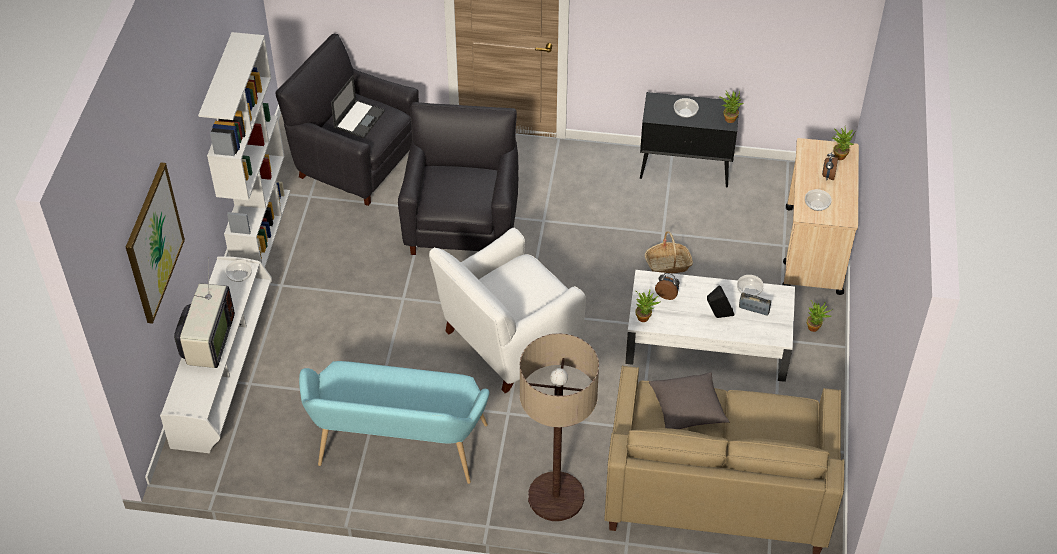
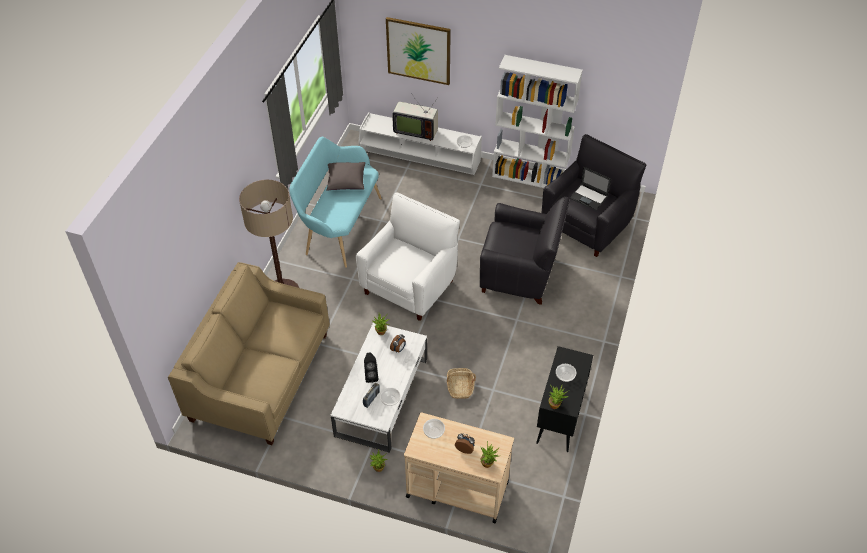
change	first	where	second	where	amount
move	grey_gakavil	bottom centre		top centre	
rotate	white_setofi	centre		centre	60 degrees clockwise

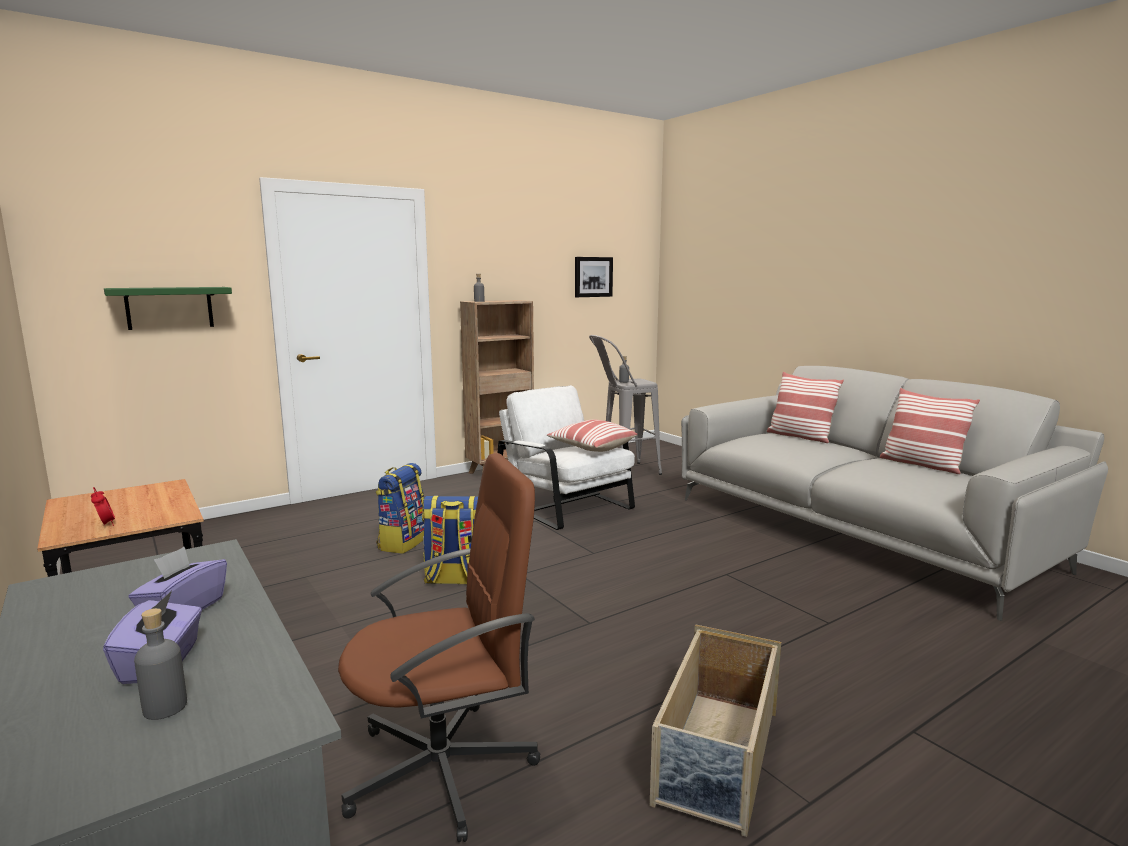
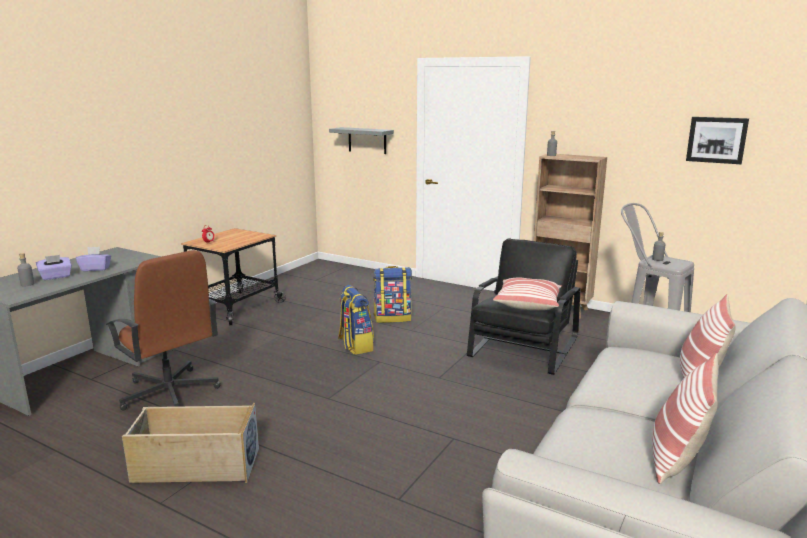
change	first	where	second	where	amount
recolor	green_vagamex	middle left	grey_vagamex	top centre	
recolor	white_setofi	centre	black_setofi	centre	

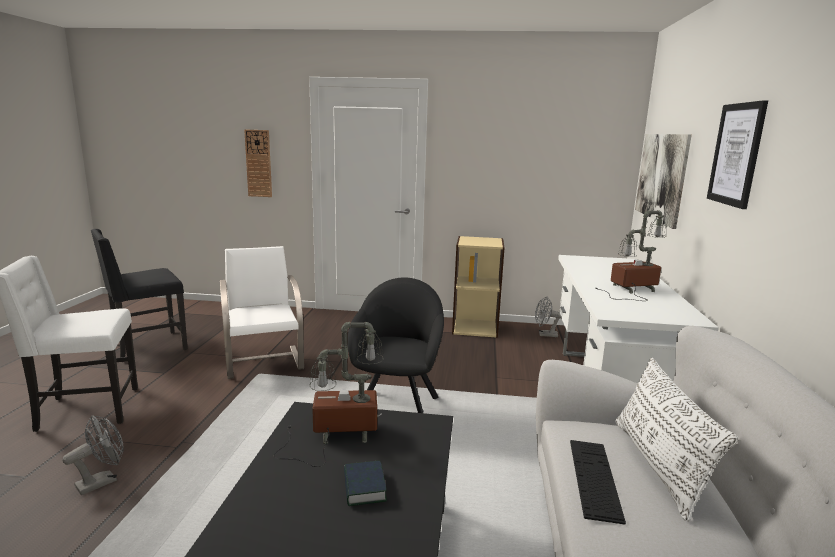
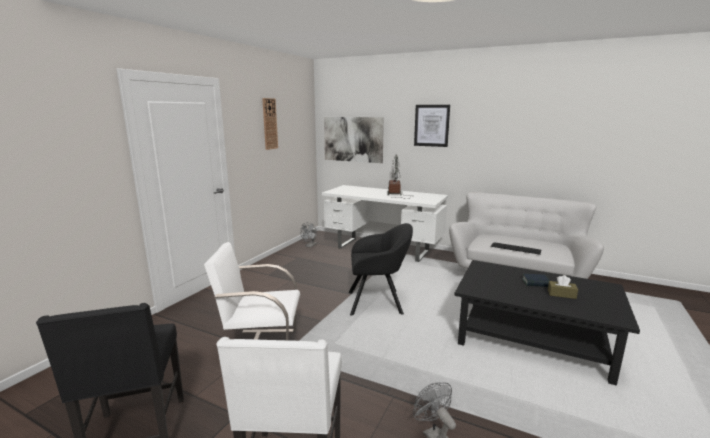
change	first	where	second	where	amount
move	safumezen	top left		top centre	
rotate	black_setofi	centre		centre	150 degrees clockwise
insert			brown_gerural	middle right	
delete	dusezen (1st from left)	bottom centre			
delete	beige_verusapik	centre			
delete	white_gakavil	bottom right			

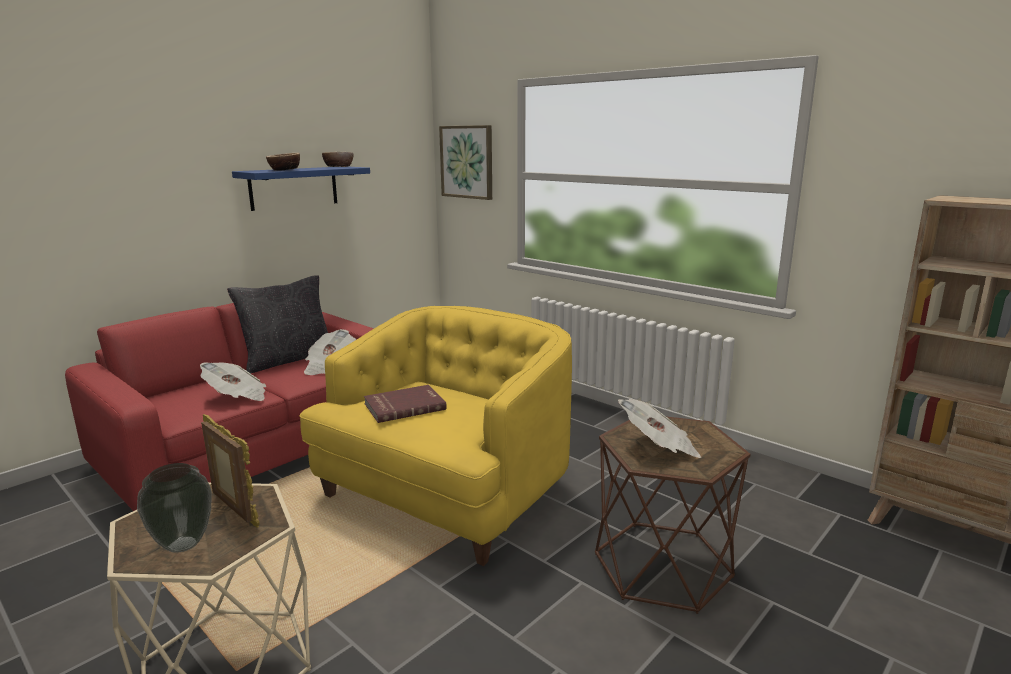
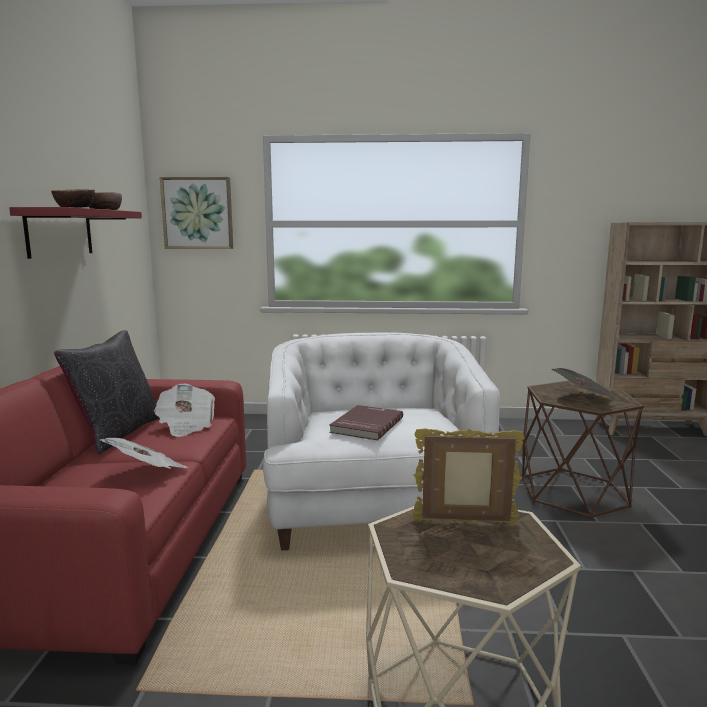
change	first	where	second	where	amount
recolor	blue_vagamex	top left	red_vagamex	top left	
recolor	yellow_setofi	centre	white_setofi	centre	
delete	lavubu	bottom left			

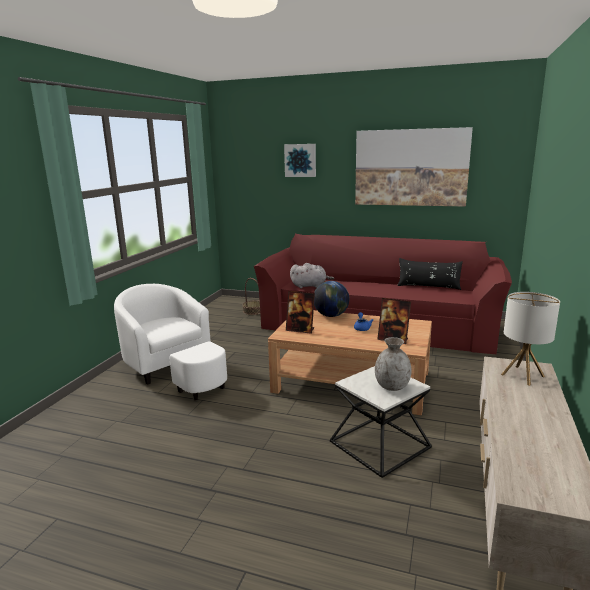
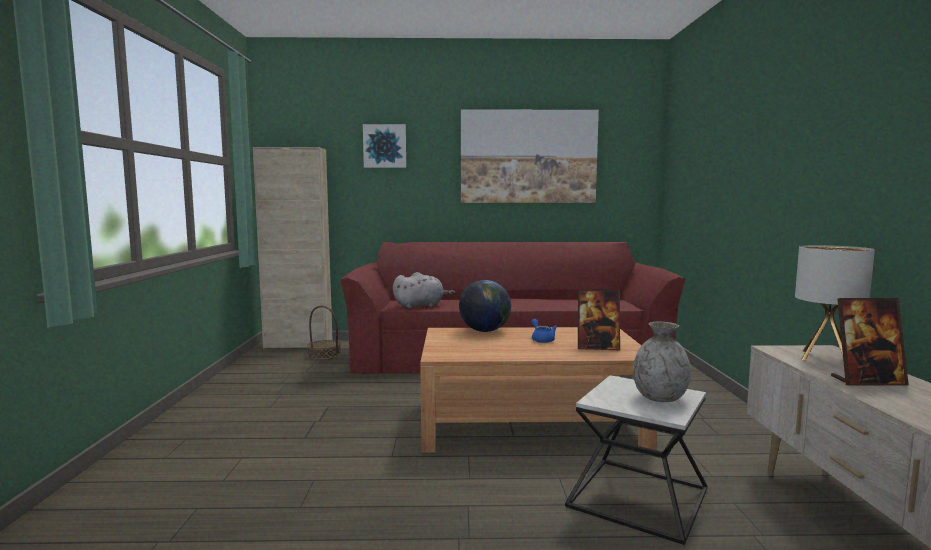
change	first	where	second	where	amount
insert			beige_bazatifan	middle left	
move	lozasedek (1st from left in the first image)	centre	lozasedek (2nd from left)	middle right	
delete	white_setofi	middle left			
delete	black_gakavil	middle right			

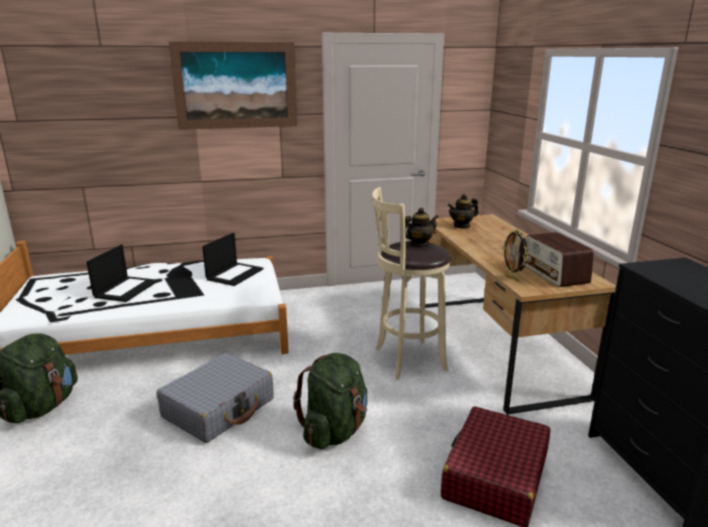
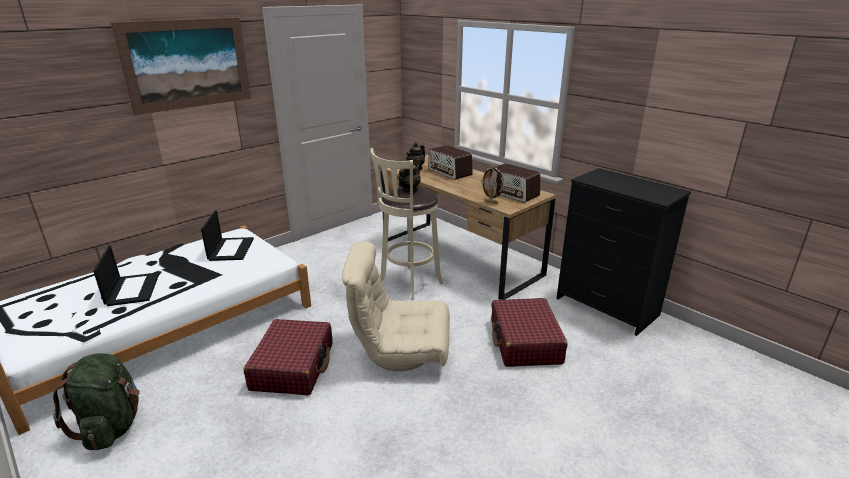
change	first	where	second	where	amount
recolor	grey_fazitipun	bottom left	red_fazitipun (1st from left)	bottom centre	
replace	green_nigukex (2nd from left)	bottom centre	beige_setofi	centre	
insert			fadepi (1st from left)	centre	

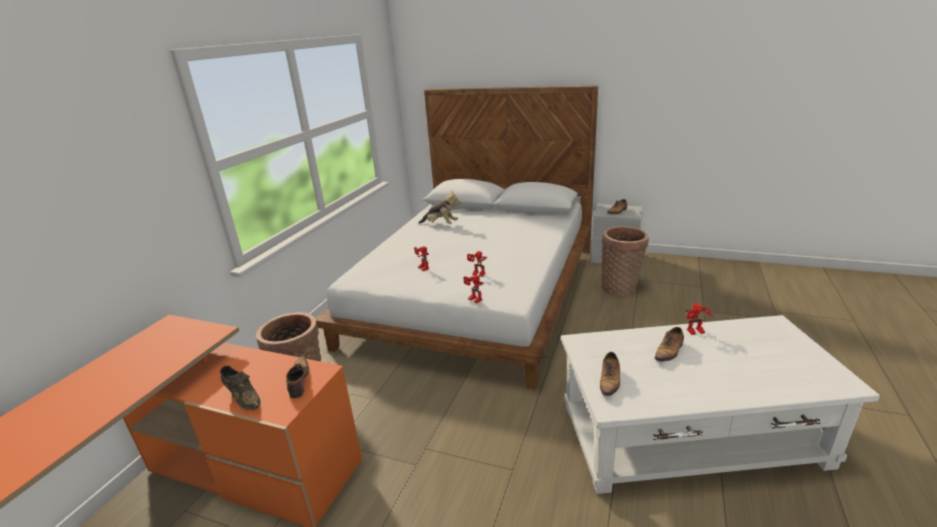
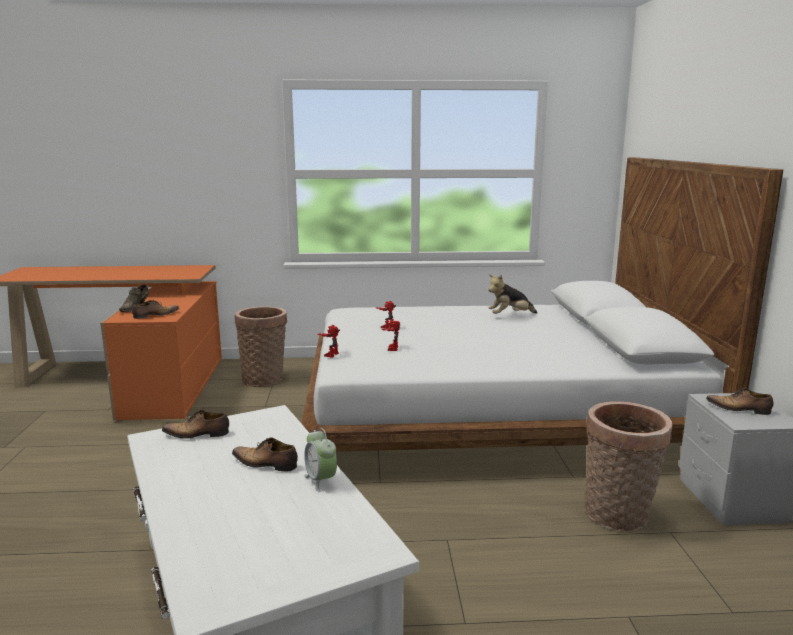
change	first	where	second	where	amount
replace	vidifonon (4th from left)	middle right	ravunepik	bottom centre	
rotate	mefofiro	centre		centre	75 degrees clockwise

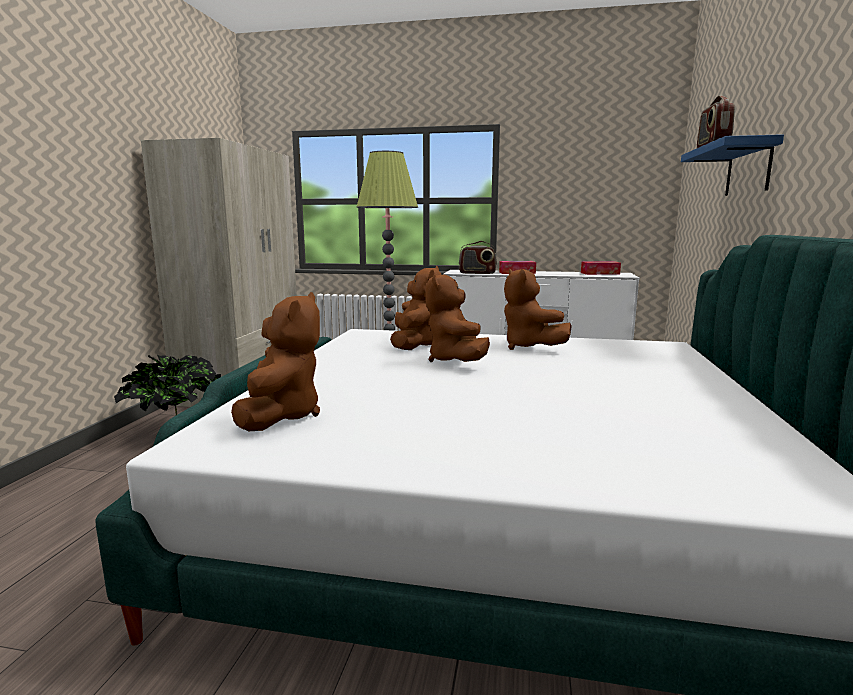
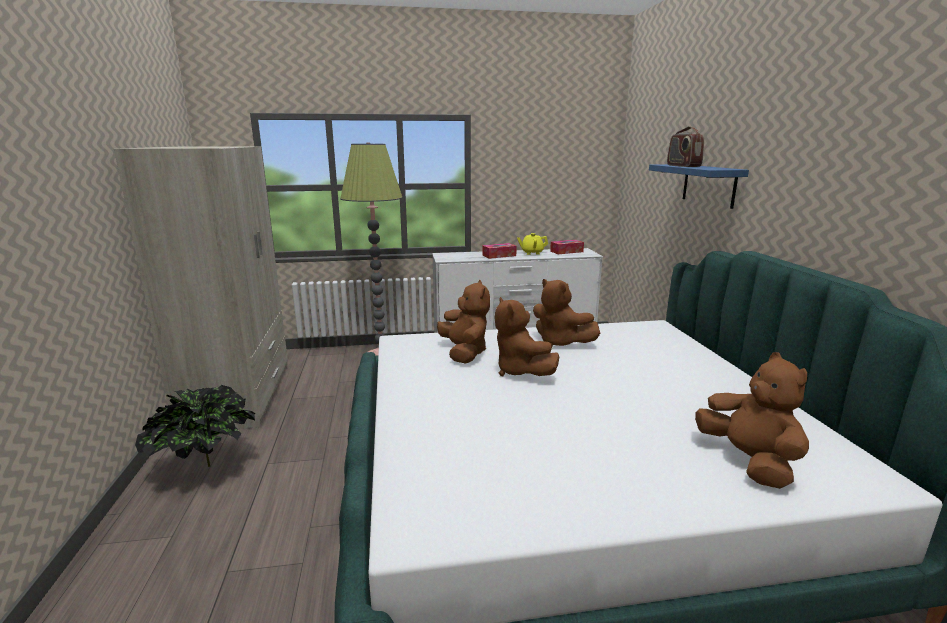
change	first	where	second	where	amount
insert			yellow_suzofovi	centre	
move	brown_mefofiro (1st from left in the first image)	middle left	brown_mefofiro (4th from left)	bottom right	
delete	fadepi (1st from left)	centre			

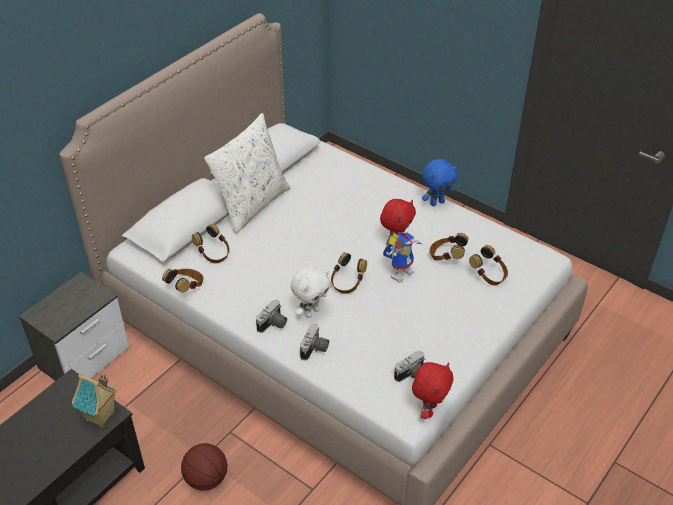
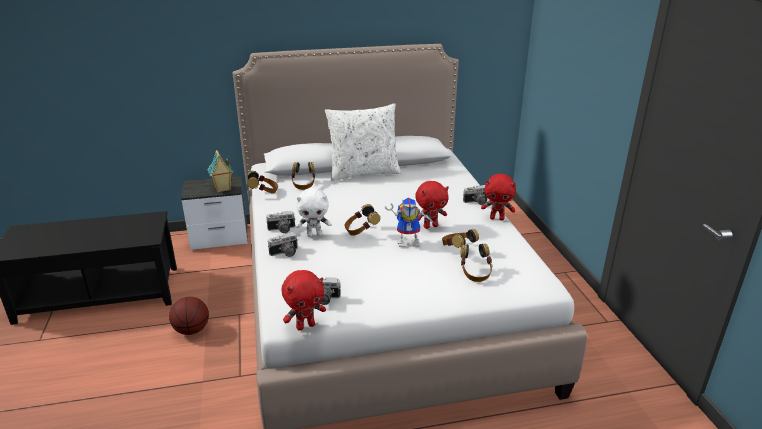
change	first	where	second	where	amount
move	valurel	bottom left		middle left	
insert			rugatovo (4th from left)	centre	
recolor	blue_mefofiro	centre	red_mefofiro (3rd from left)	centre	

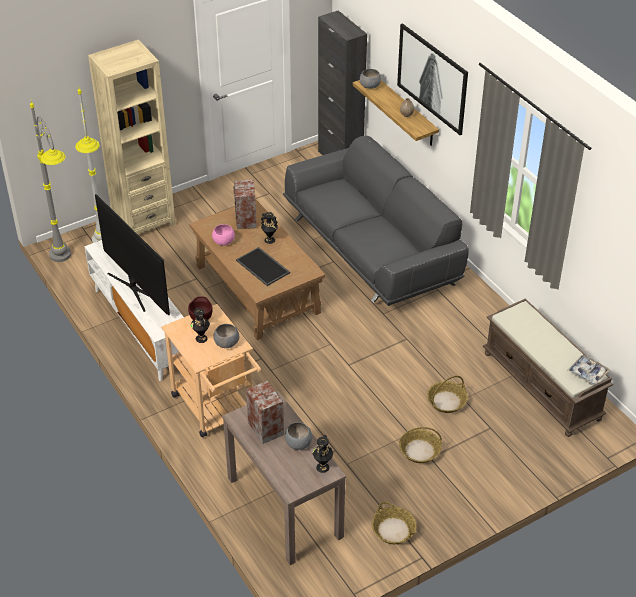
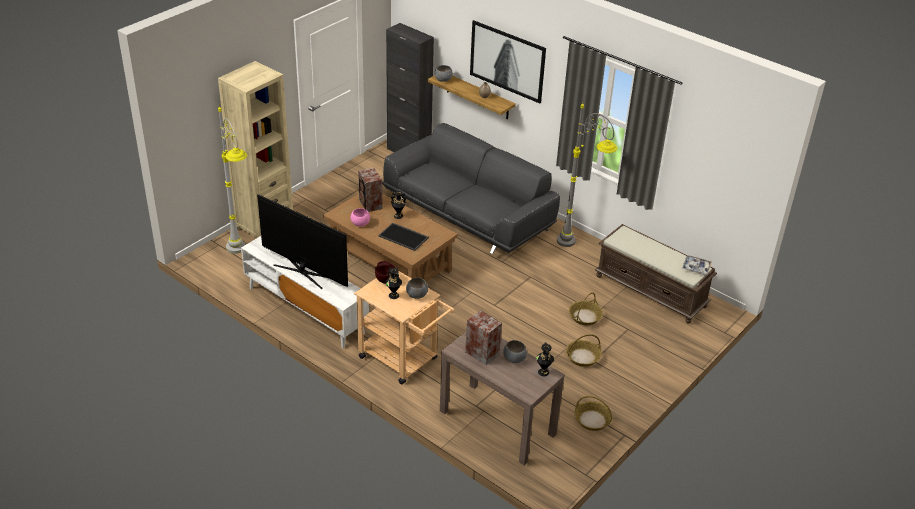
change	first	where	second	where	amount
move	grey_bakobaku (1st from left in the first image)	top left	grey_bakobaku (2nd from left)	centre	

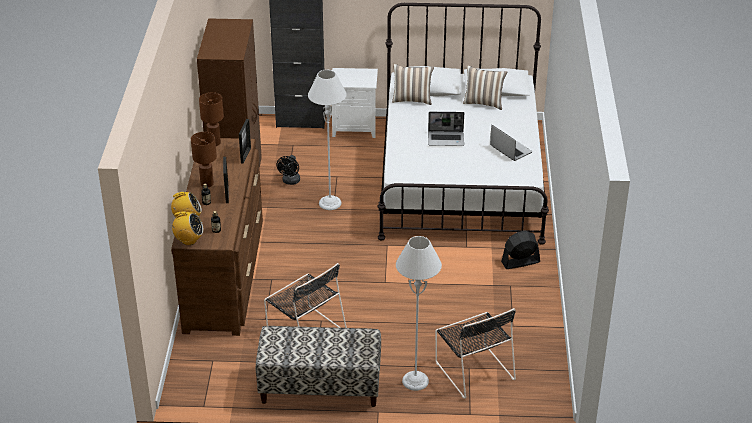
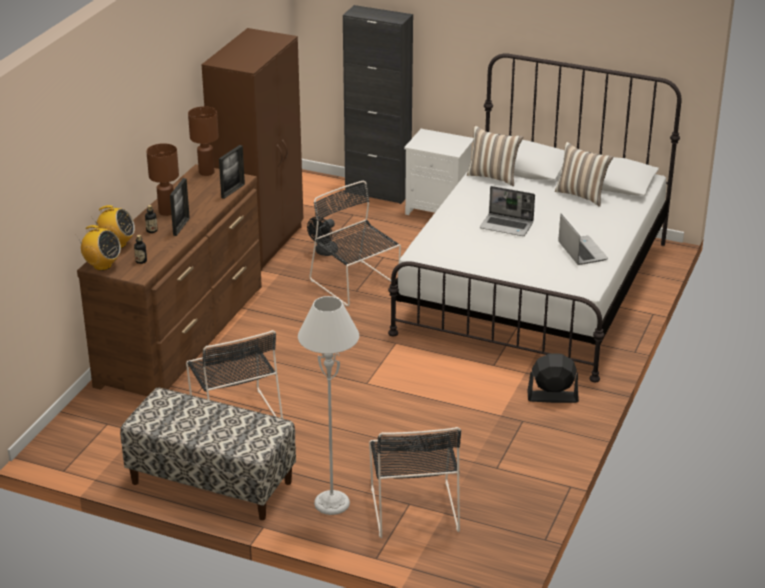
change	first	where	second	where	amount
replace	grey_bakobaku (1st from left)	top centre	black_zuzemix (2nd from left)	centre	

